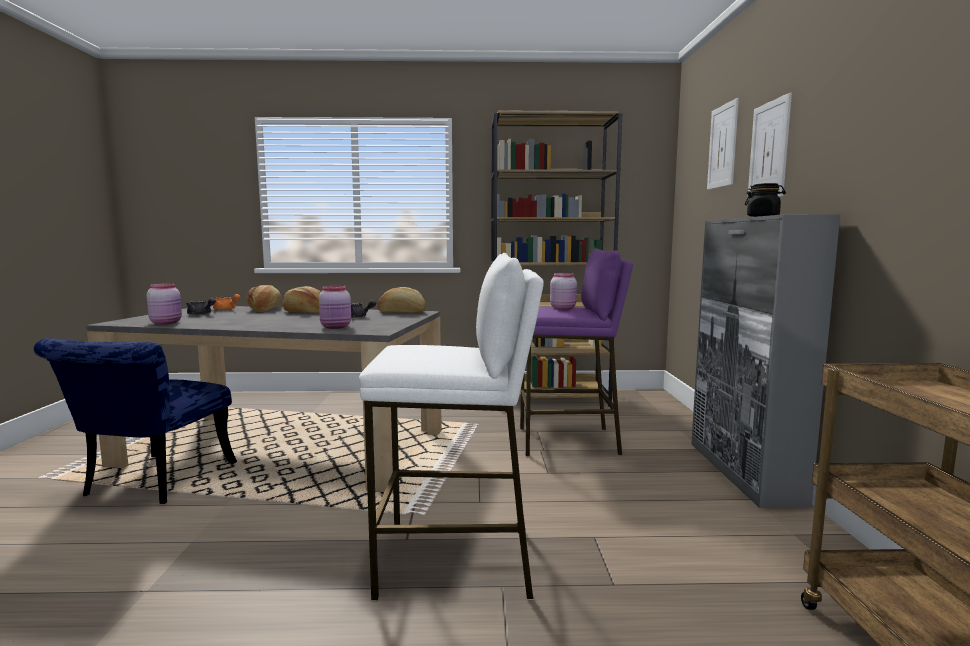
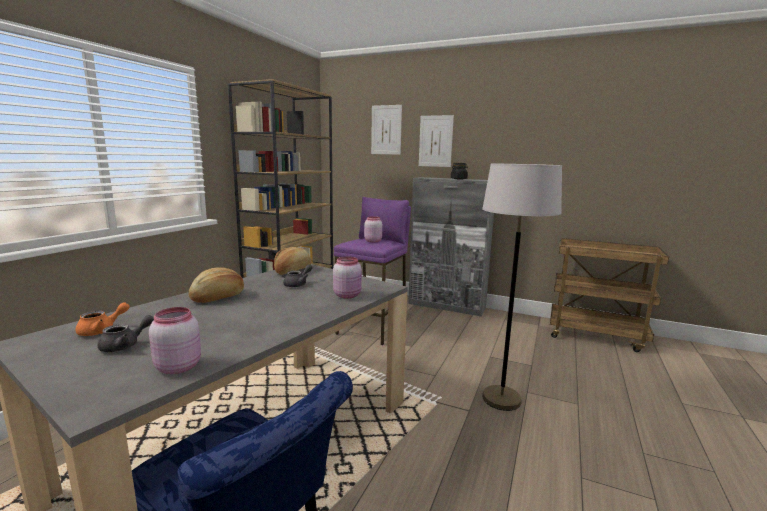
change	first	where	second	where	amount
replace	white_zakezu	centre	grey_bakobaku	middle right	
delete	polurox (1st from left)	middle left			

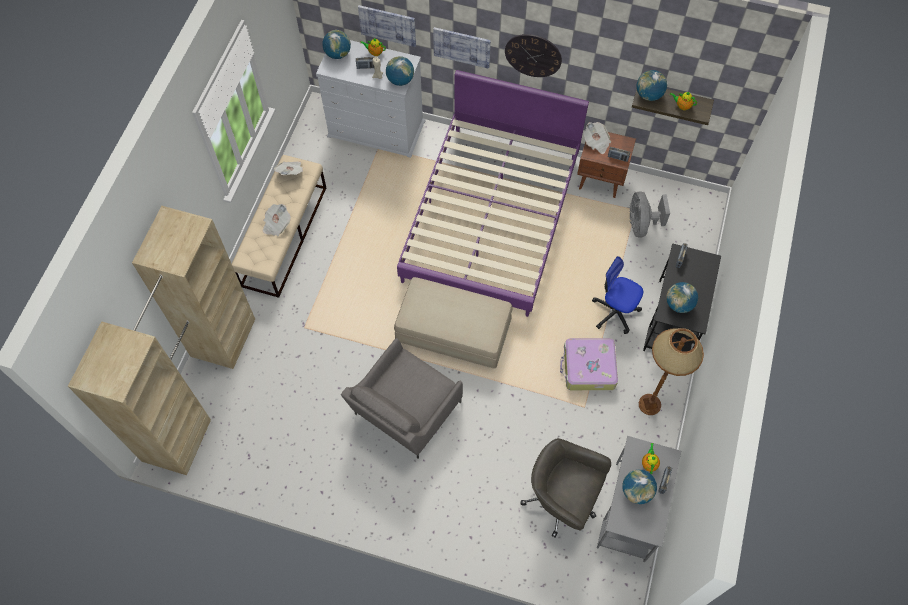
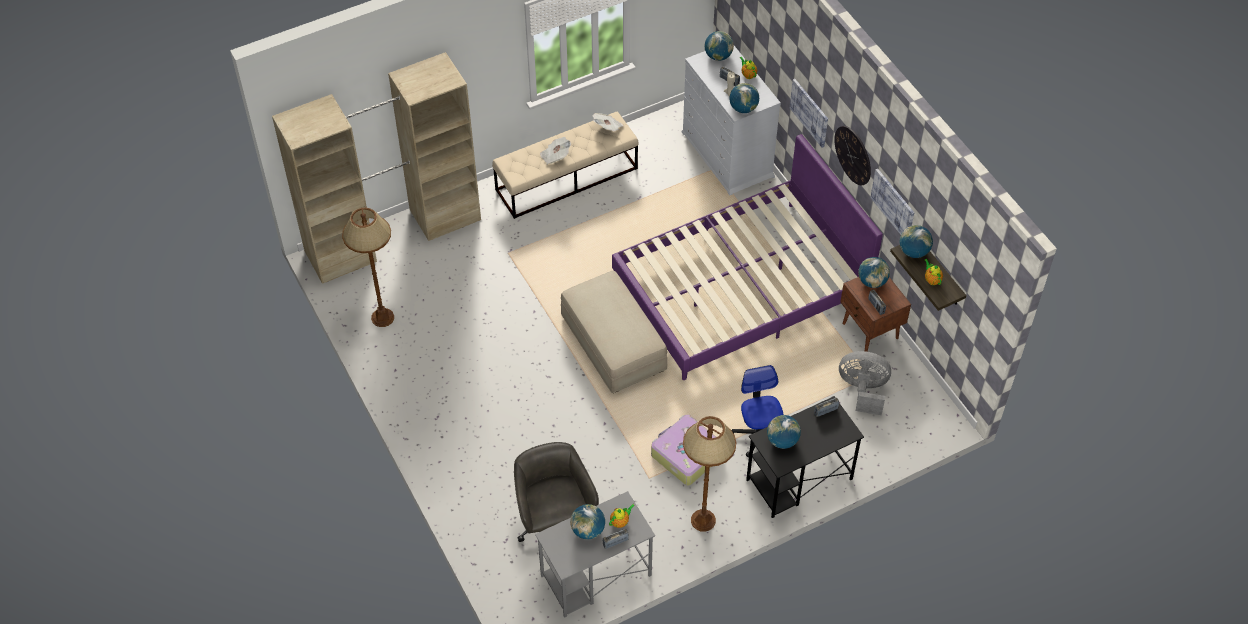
change	first	where	second	where	amount
insert			brown_bakobaku (1st from left)	middle left	
rotate	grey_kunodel	middle right		middle right	60 degrees clockwise
replace	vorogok (3rd from left)	top centre	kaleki (5th from left)	middle right	
move	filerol (1st from left in the first image)	top centre	filerol (2nd from left)	top right	
delete	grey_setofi	centre			

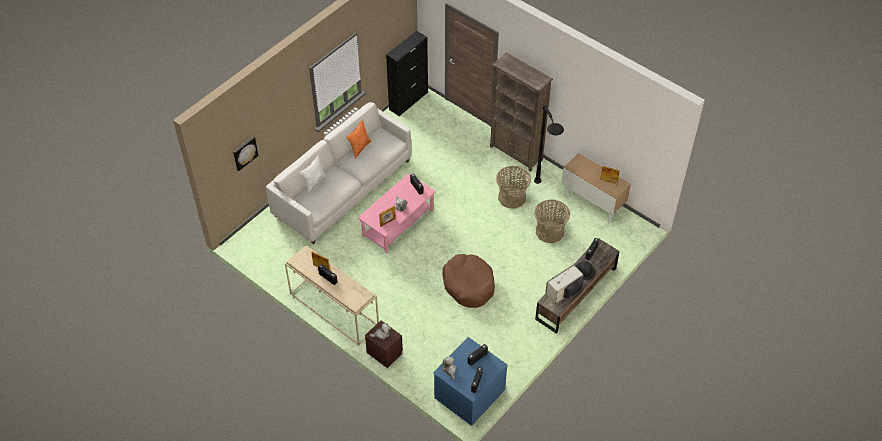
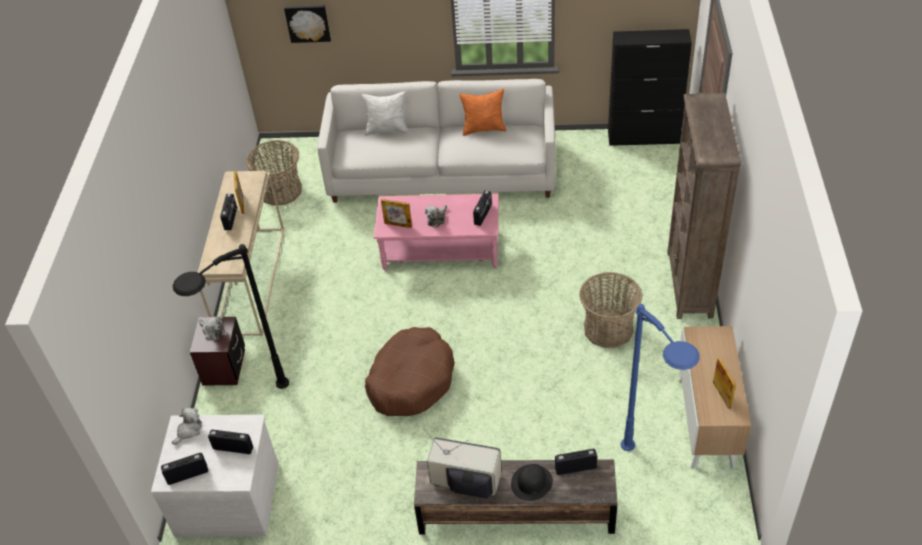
change	first	where	second	where	amount
recolor	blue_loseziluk	bottom centre	white_loseziluk	bottom left	
move	black_bakobaku	top centre		middle left	
move	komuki (2nd from left in the first image)	centre	komuki (1st from left)	top left	
insert			blue_bakobaku	bottom right	

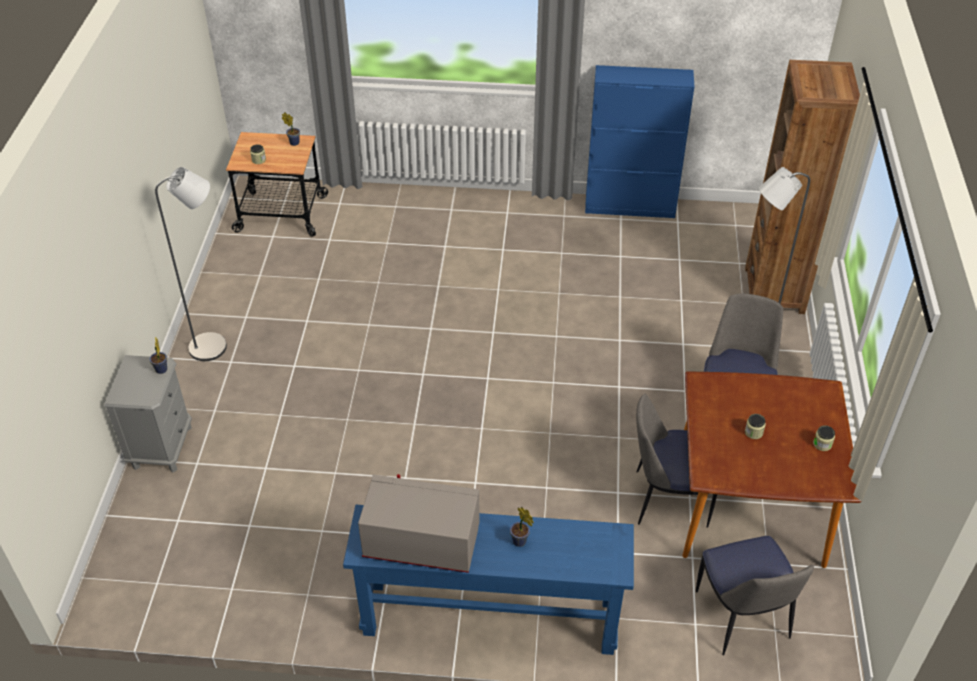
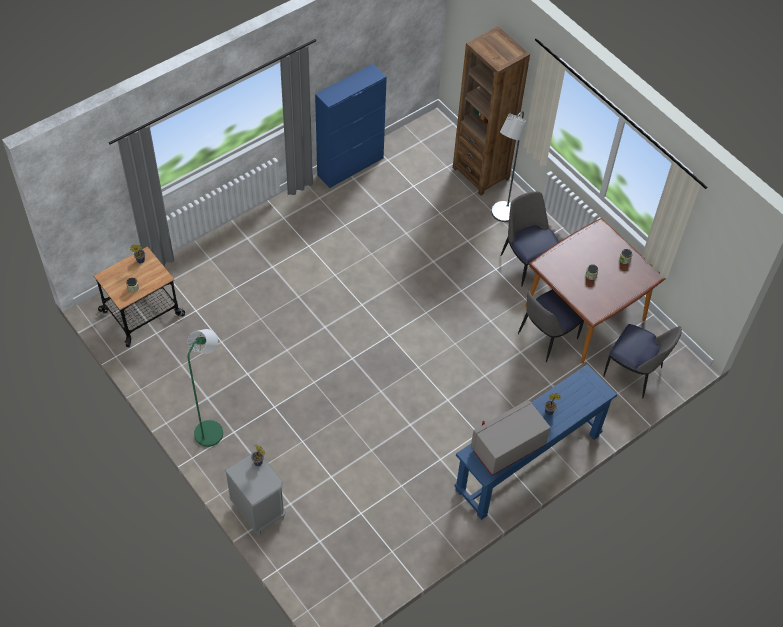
change	first	where	second	where	amount
recolor	grey_bakobaku (1st from left)	middle left	green_bakobaku	middle left	

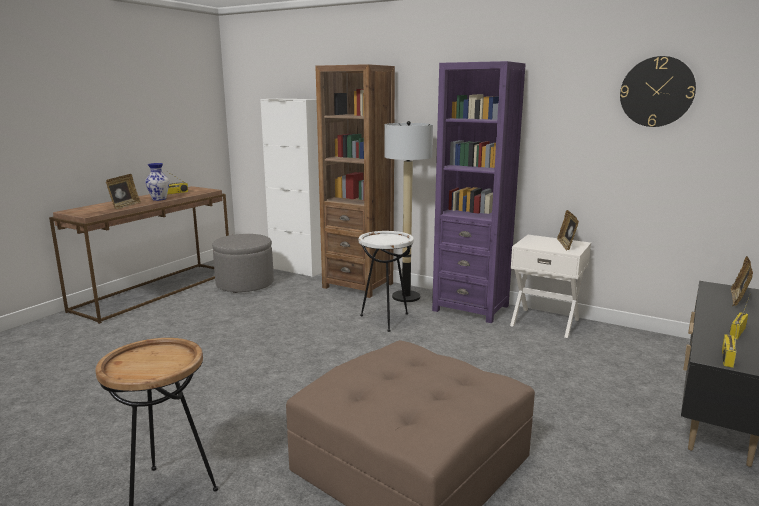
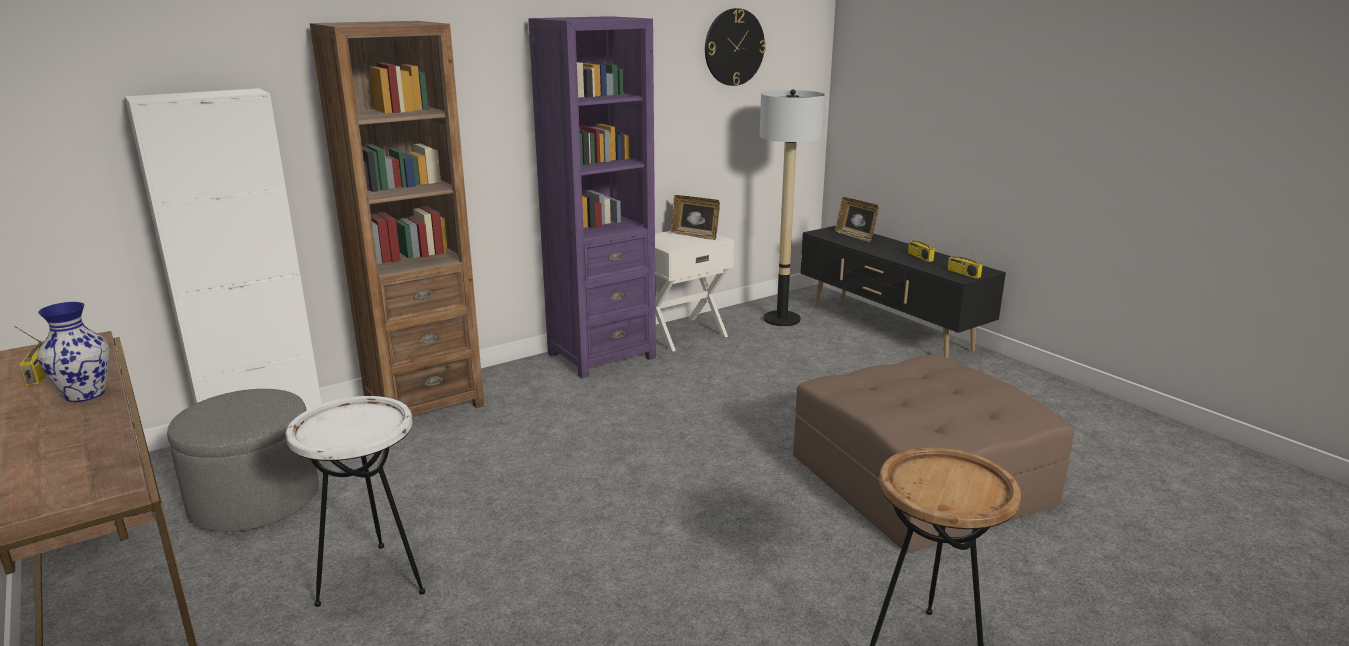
change	first	where	second	where	amount
move	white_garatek	centre		bottom left	
move	bakobaku	centre		top centre	
delete	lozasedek (1st from left)	middle left			

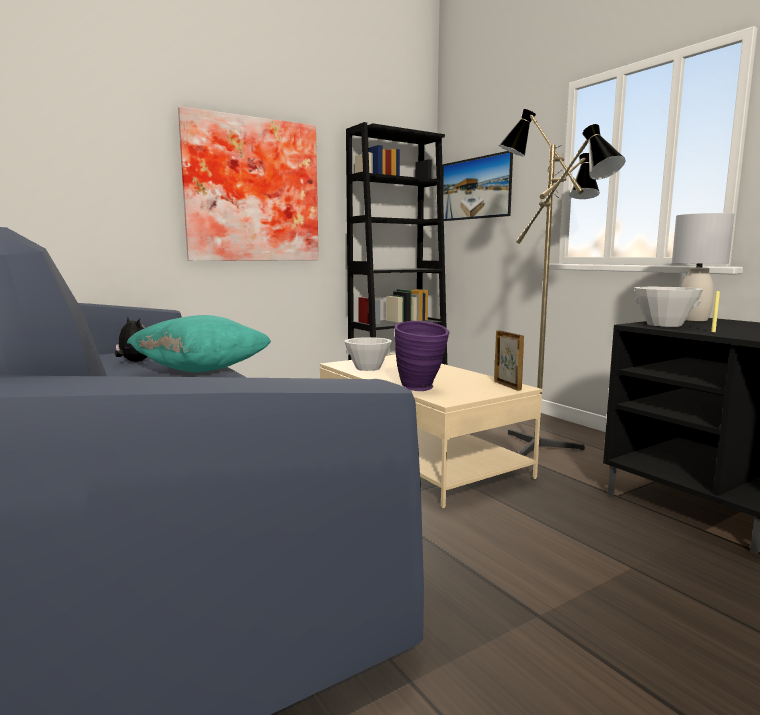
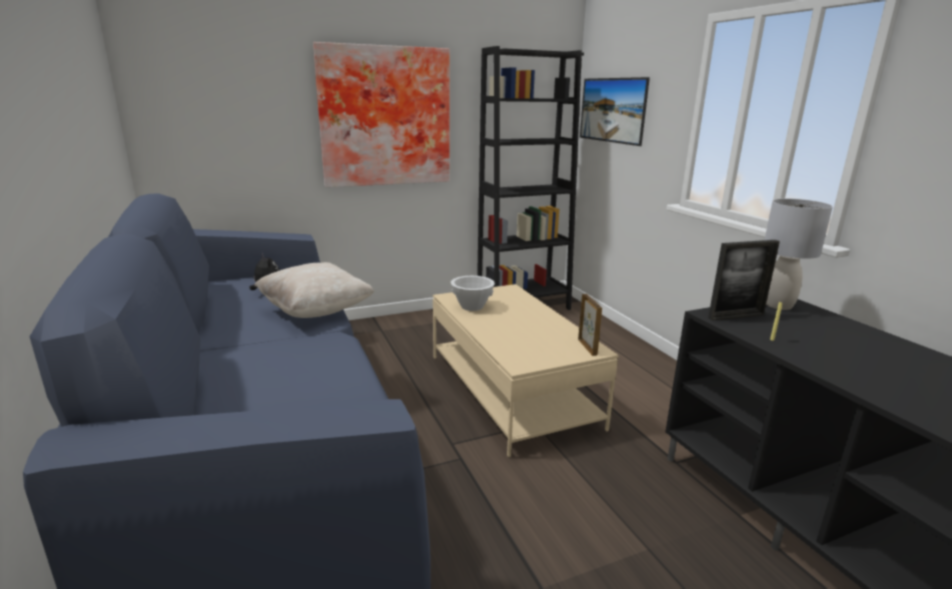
change	first	where	second	where	amount
recolor	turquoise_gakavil	middle left	beige_gakavil	middle left	
replace	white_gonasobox (2nd from left)	middle right	lozasedek (2nd from left)	middle right	
delete	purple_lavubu	centre			
delete	bakobaku	middle right			

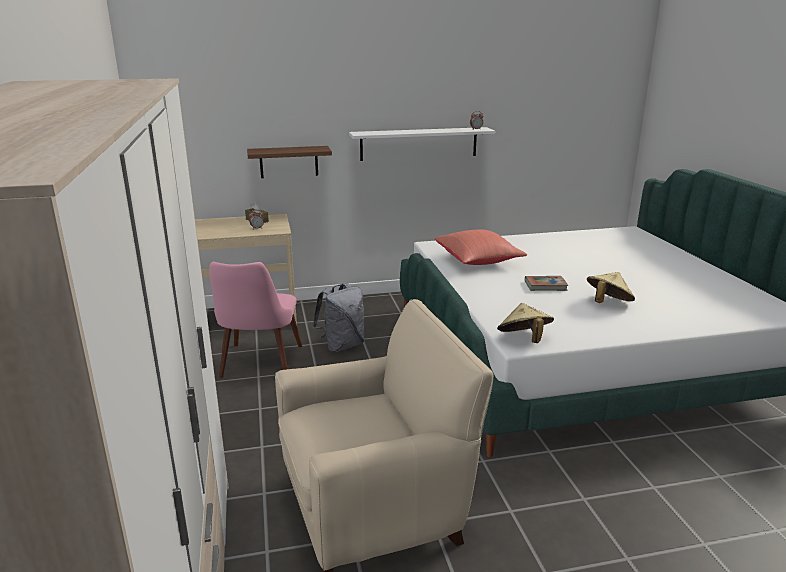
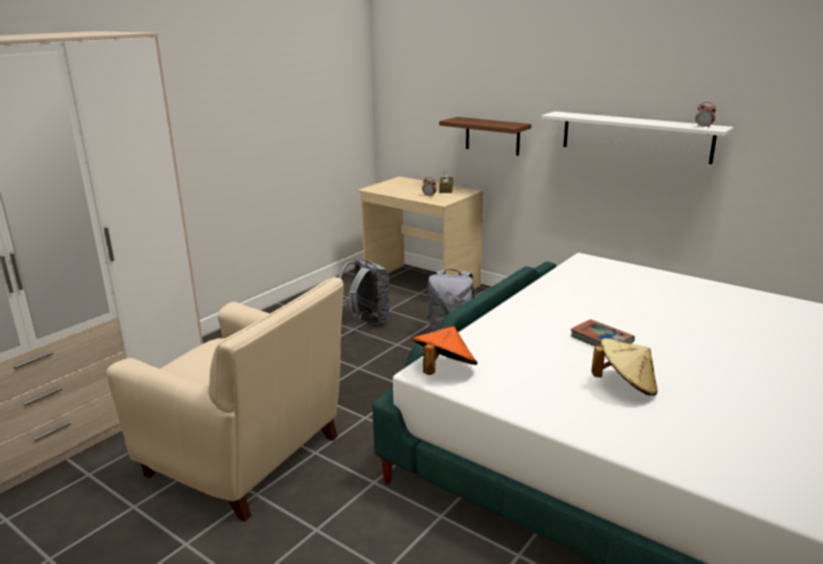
change	first	where	second	where	amount
replace	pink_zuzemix	middle left	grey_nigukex (1st from left)	centre	
recolor	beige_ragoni (1st from left)	middle right	orange_ragoni	centre	
delete	red_gakavil	centre			

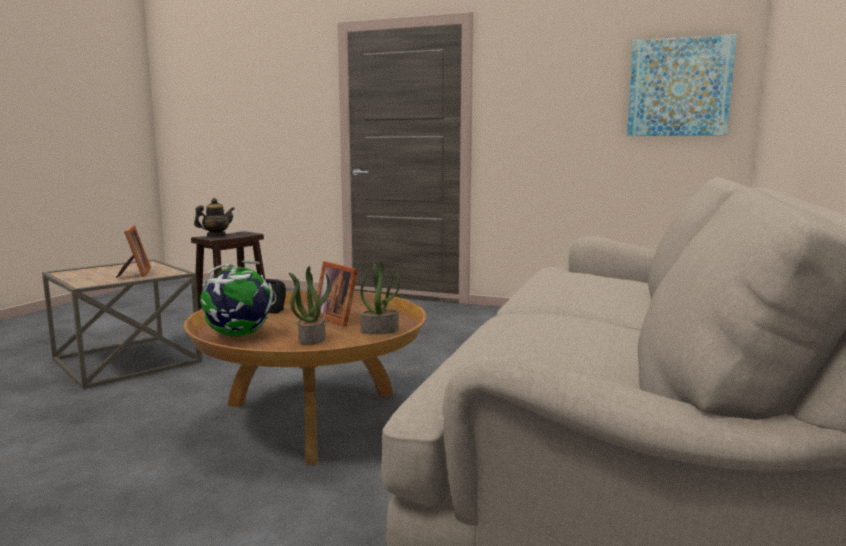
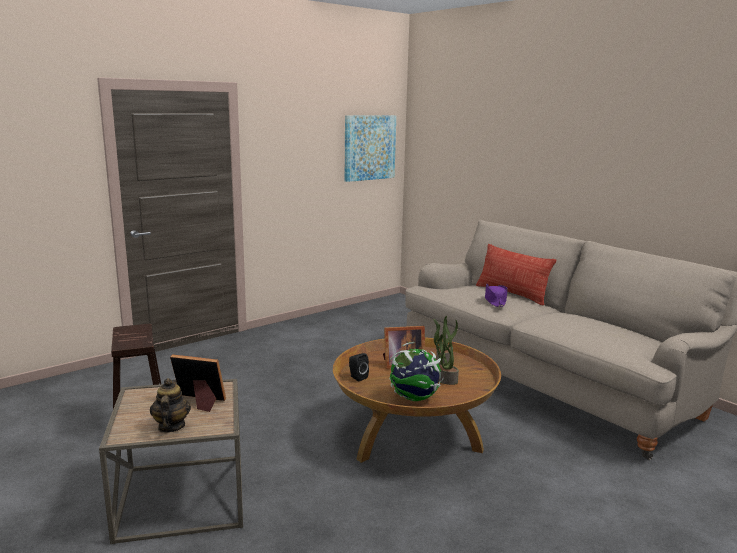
change	first	where	second	where	amount
move	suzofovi	middle left		bottom left	
insert			gakavil	middle right	
insert			purple_ragoni	middle right	

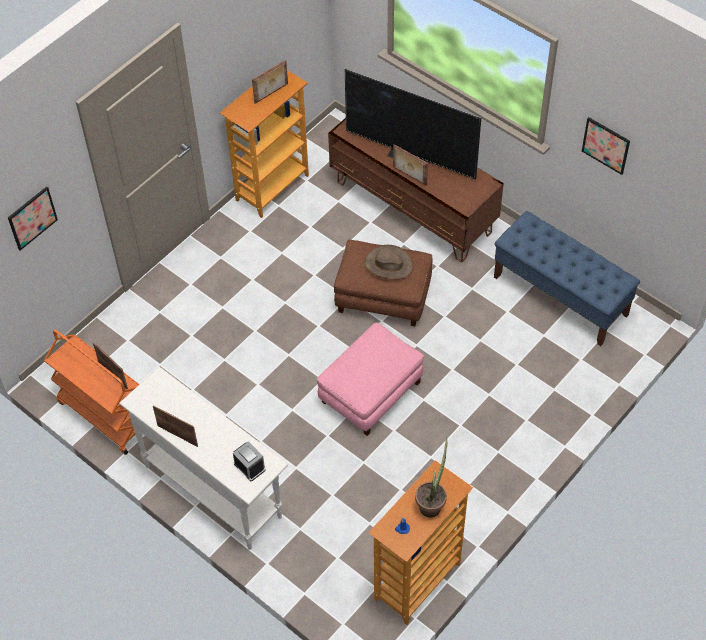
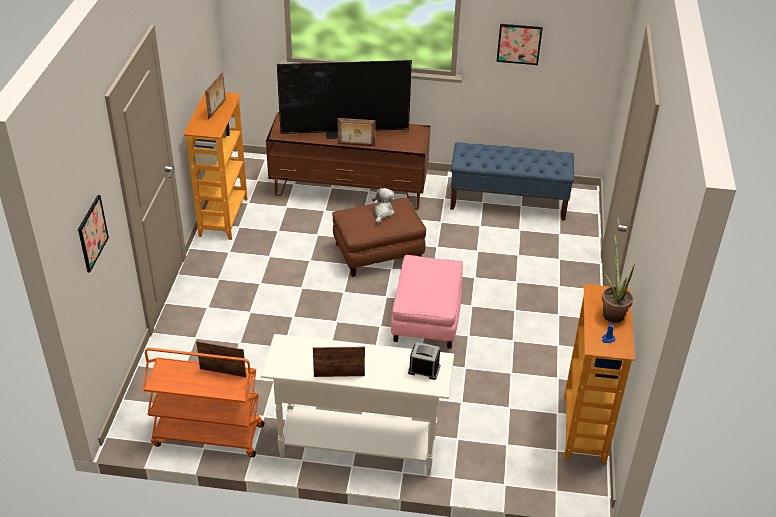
change	first	where	second	where	amount
replace	brown_ragoni	centre	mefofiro	centre	

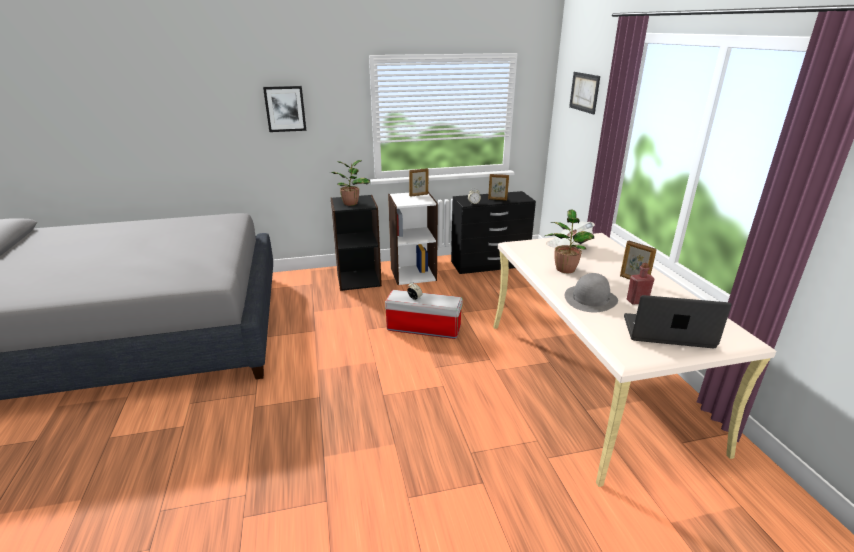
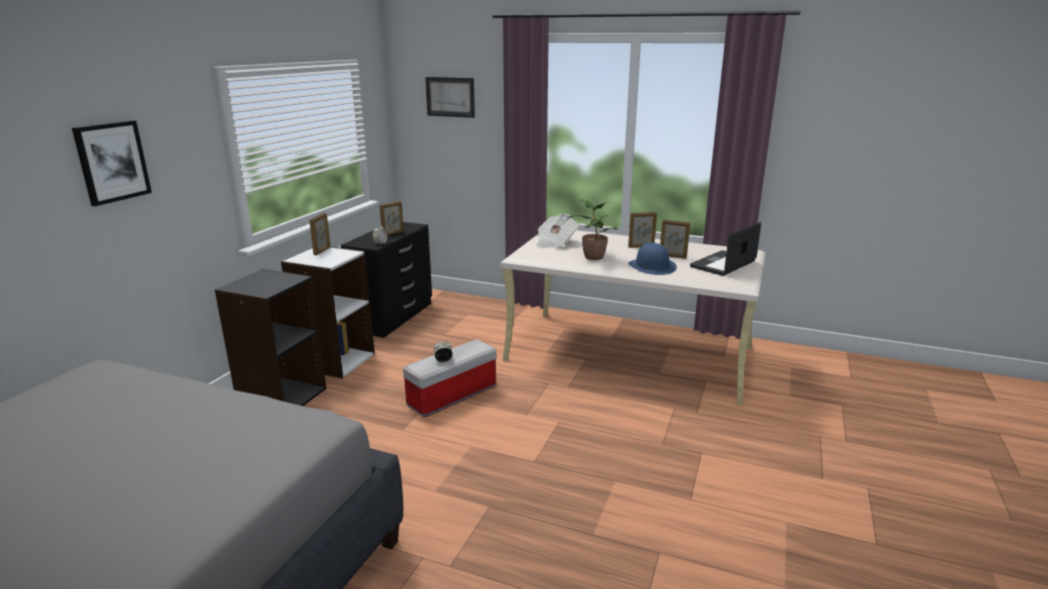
change	first	where	second	where	amount
recolor	grey_ragoni	middle right	blue_ragoni	centre	
replace	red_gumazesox	middle right	lozasedek (4th from left)	centre	
delete	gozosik (1st from left)	top centre			

